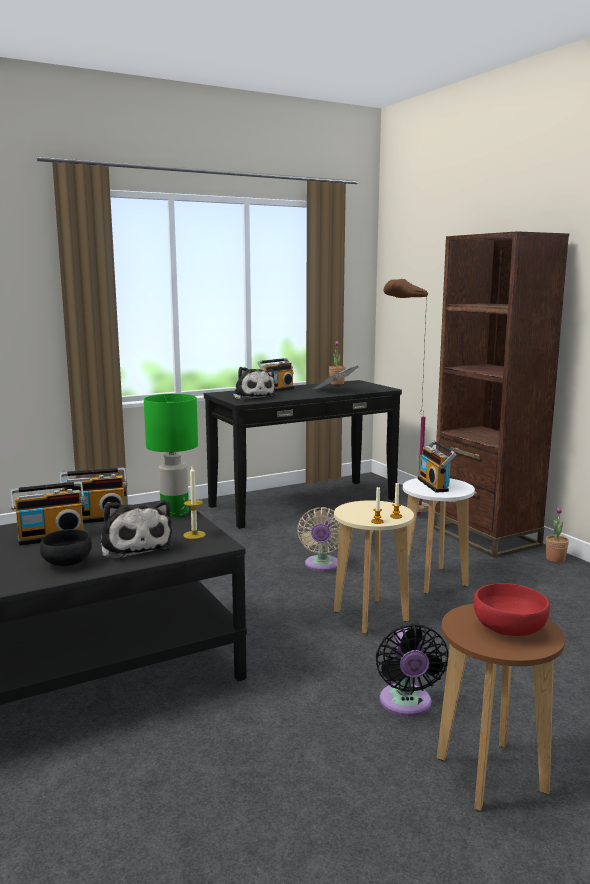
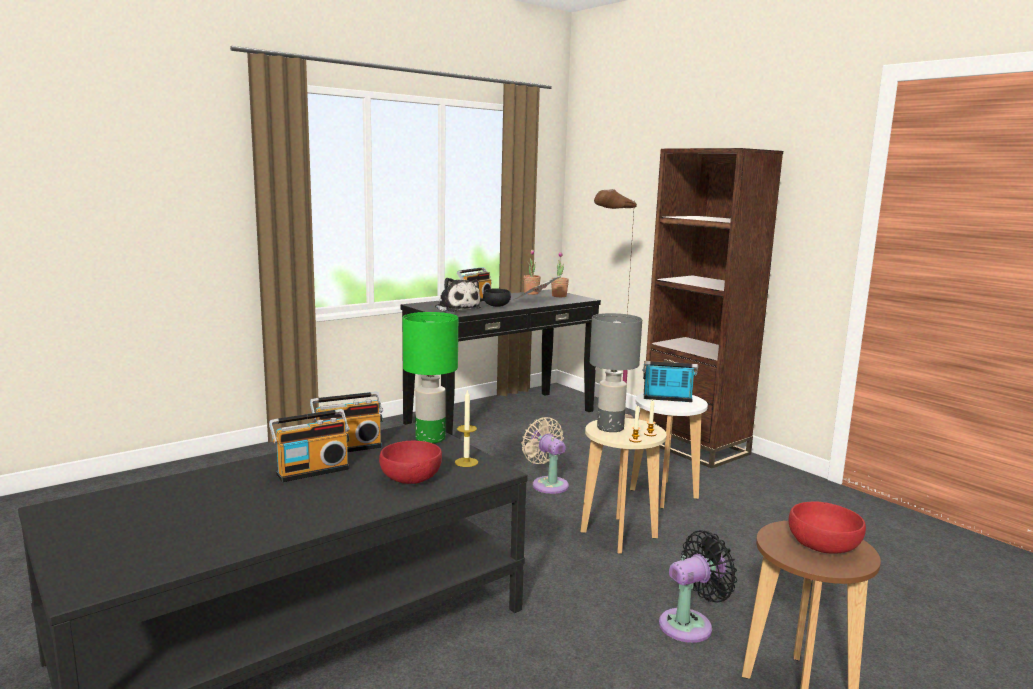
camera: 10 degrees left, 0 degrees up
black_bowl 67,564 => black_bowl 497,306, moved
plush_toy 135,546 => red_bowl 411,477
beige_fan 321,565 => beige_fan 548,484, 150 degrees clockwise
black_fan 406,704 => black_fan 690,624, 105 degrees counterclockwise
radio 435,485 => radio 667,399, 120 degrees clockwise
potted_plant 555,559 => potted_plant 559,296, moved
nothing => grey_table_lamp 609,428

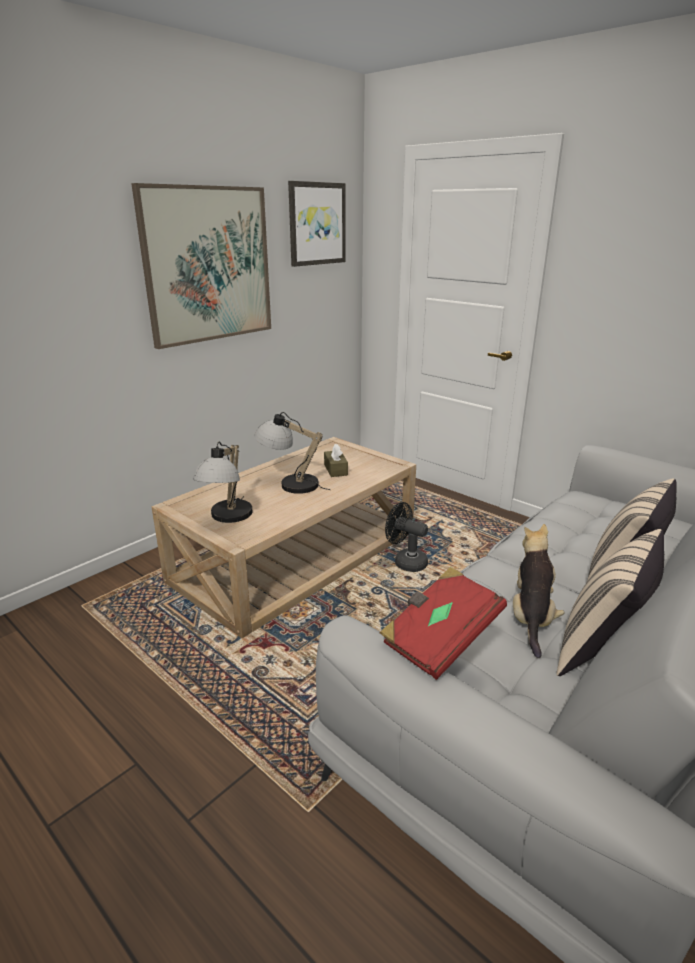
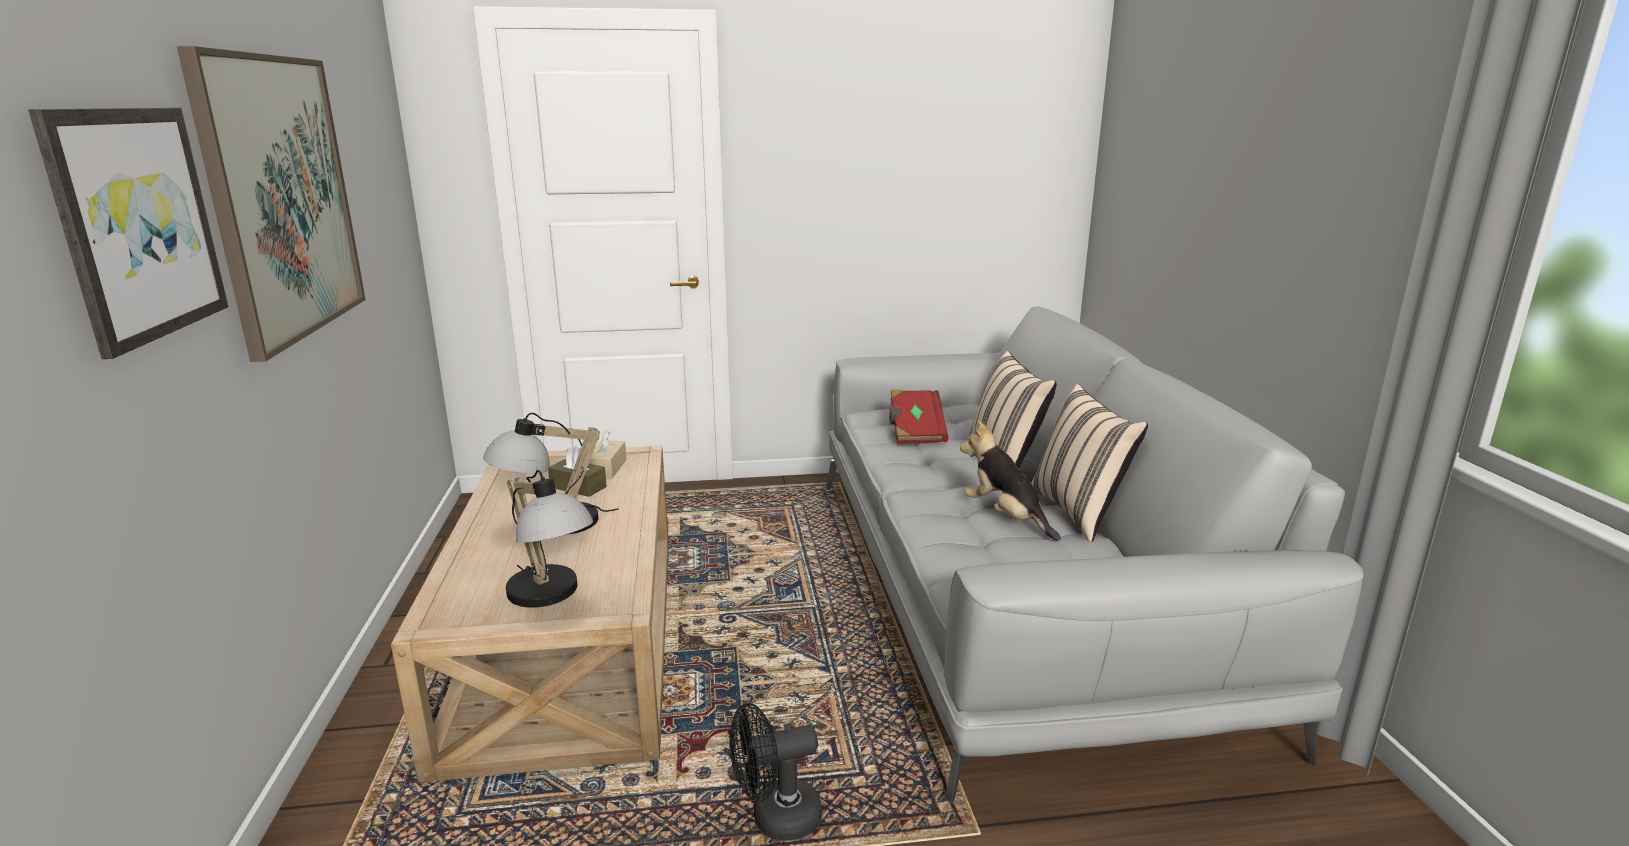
camera: 50 degrees left, 5 degrees down
picture 316,224 => picture 136,224, moved
red_book 440,638 => red_book 915,431, moved
black_fan 405,562 => black_fan 775,819, moved
nothing => beige_tissue_box 607,468

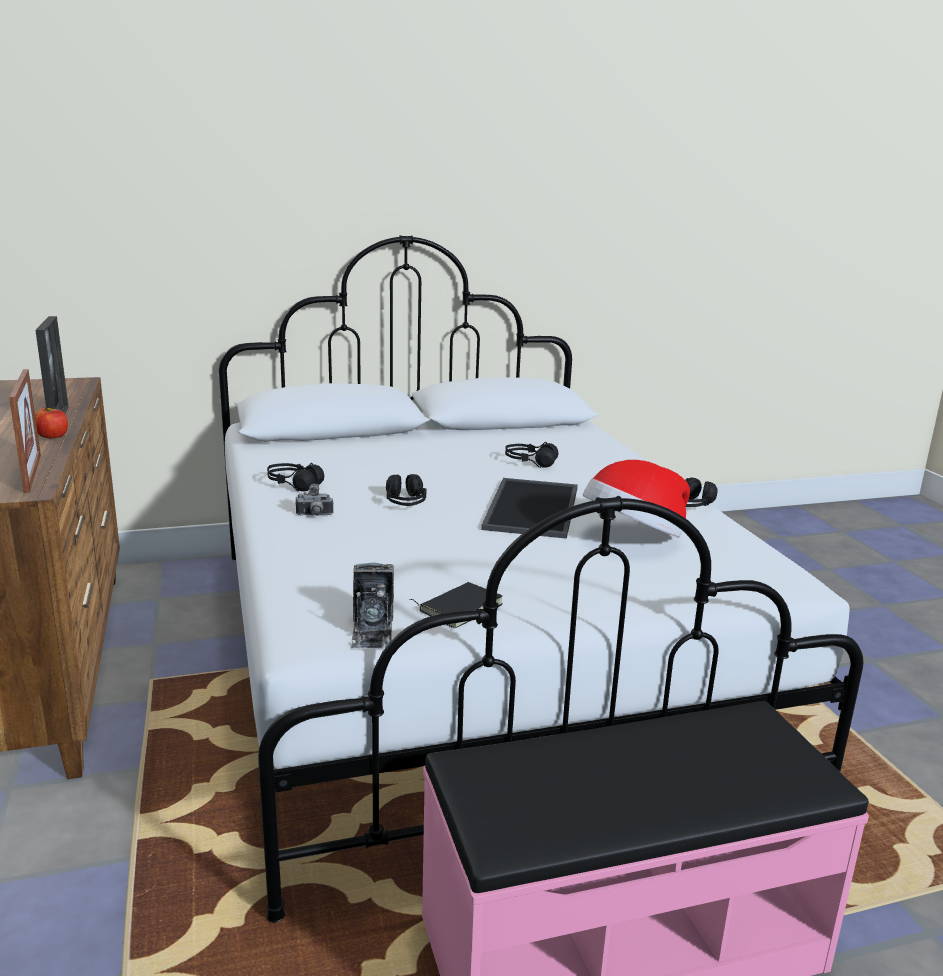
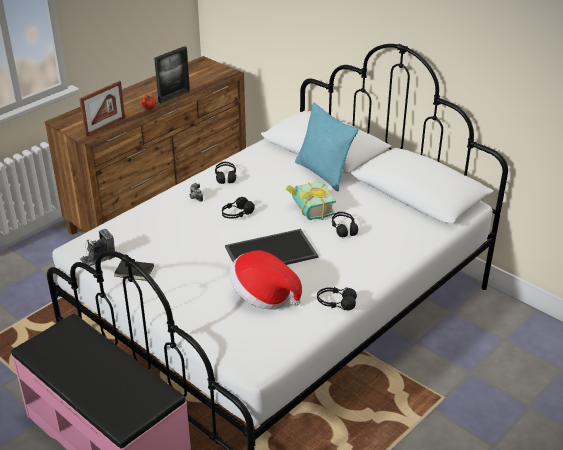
camera: 60 degrees right, 15 degrees up
nothing => book 308,210
nothing => turquoise_pillow 323,174

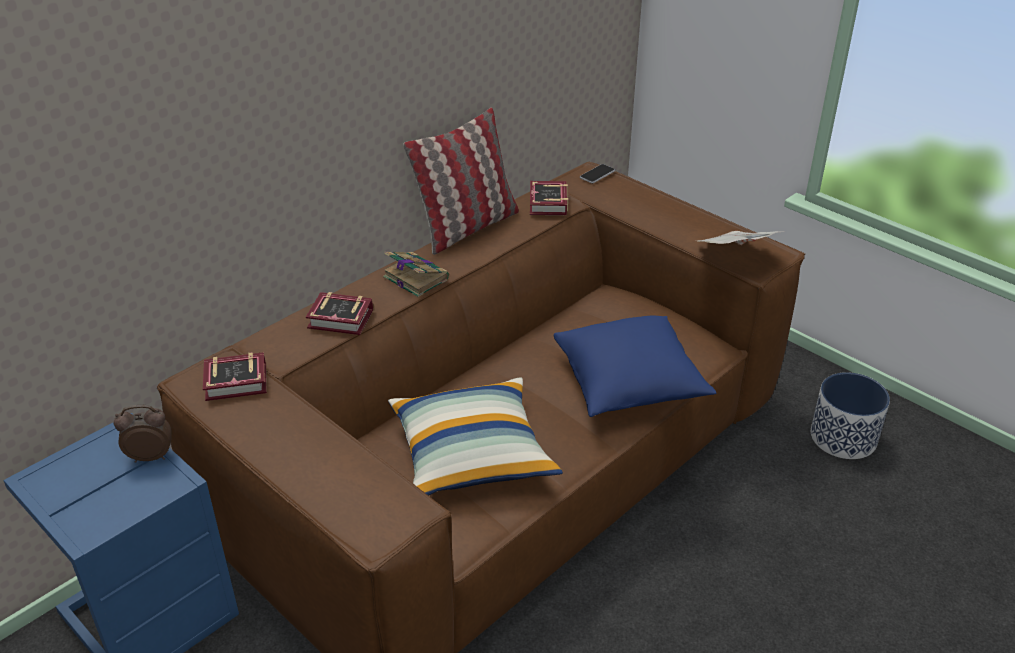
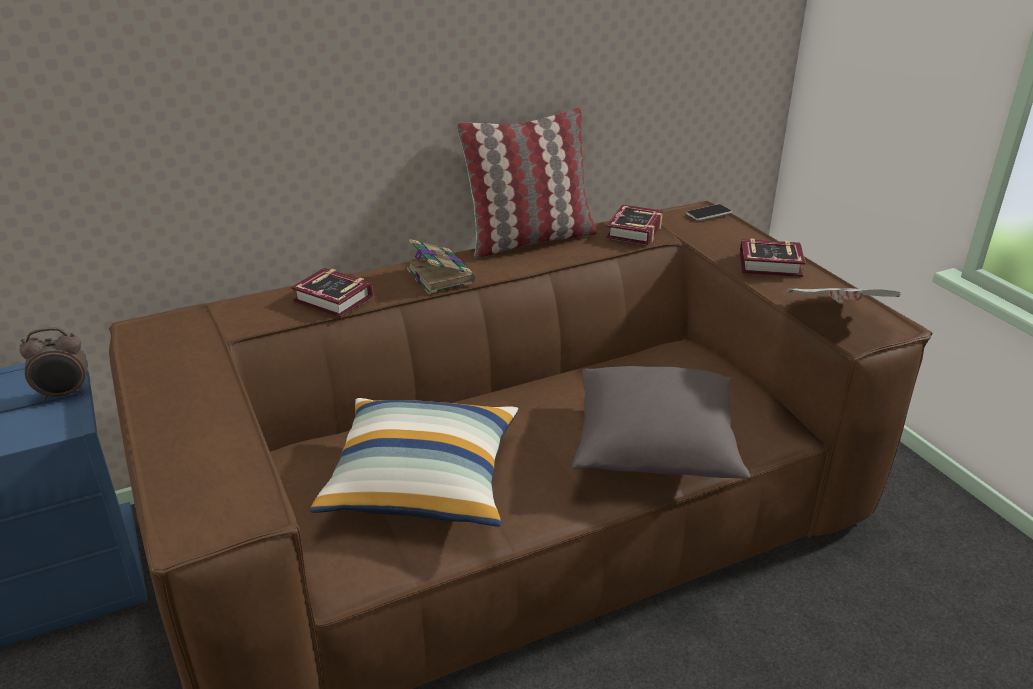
camera: 20 degrees right, 5 degrees down
alarm_clock 150,456 => alarm_clock 65,394, 150 degrees clockwise
book 239,383 => book 773,265, moved
blue_pillow 629,385 => grey_pillow 655,448
planter 843,437 => nothing

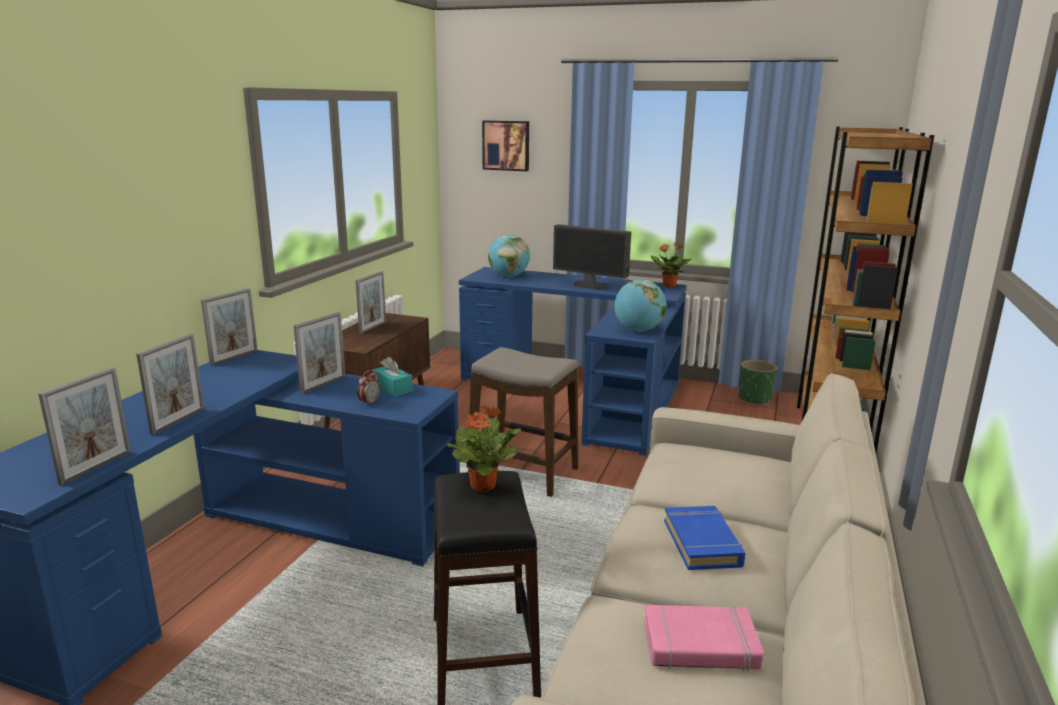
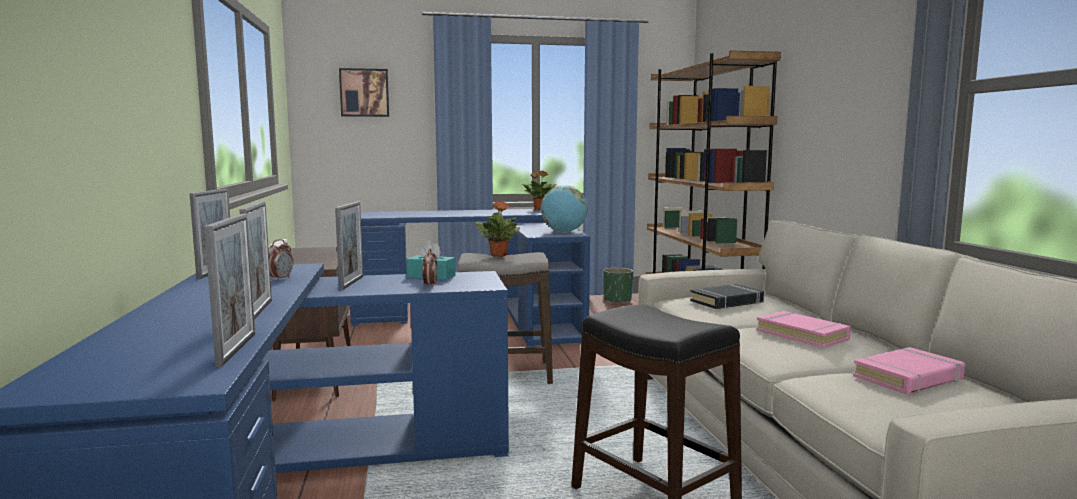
camera: 30 degrees left, 10 degrees down
picture_frame 373,328 => nothing
potted_plant 484,485 => potted_plant 499,255, moved
globe 508,276 => nothing
monitor 590,287 => nothing
blue_book 702,543 => pink_book 802,335
nothing => alarm_clock 280,279
nothing => black_book 727,302

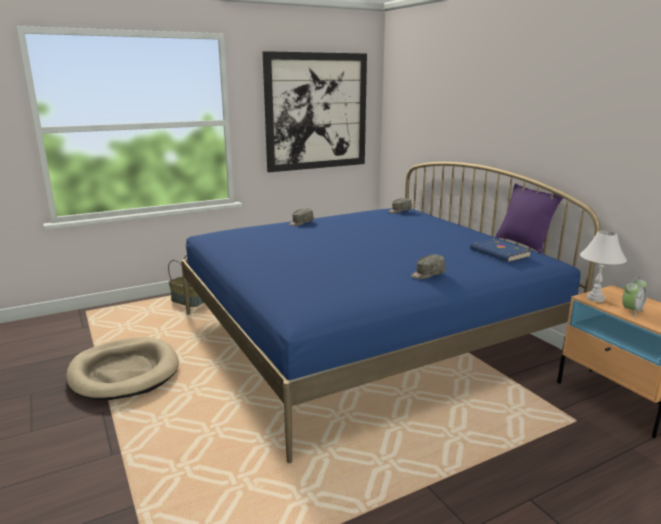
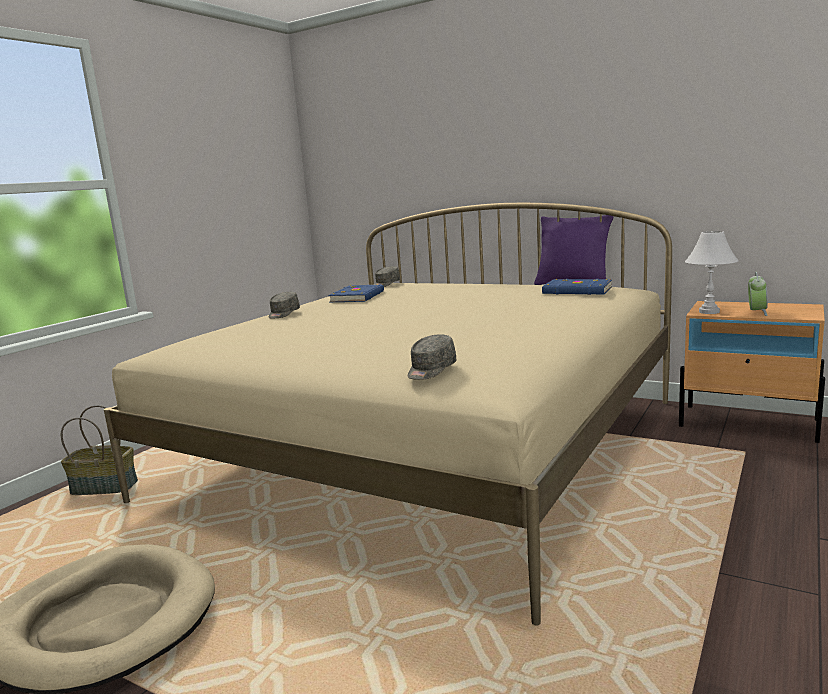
camera: 30 degrees left, 5 degrees down
blue_bed 365,335 => beige_bed 426,447
picture 316,112 => nothing
grey_cap 427,274 => grey_cap 430,370, moved
nothing => blue_book 358,297

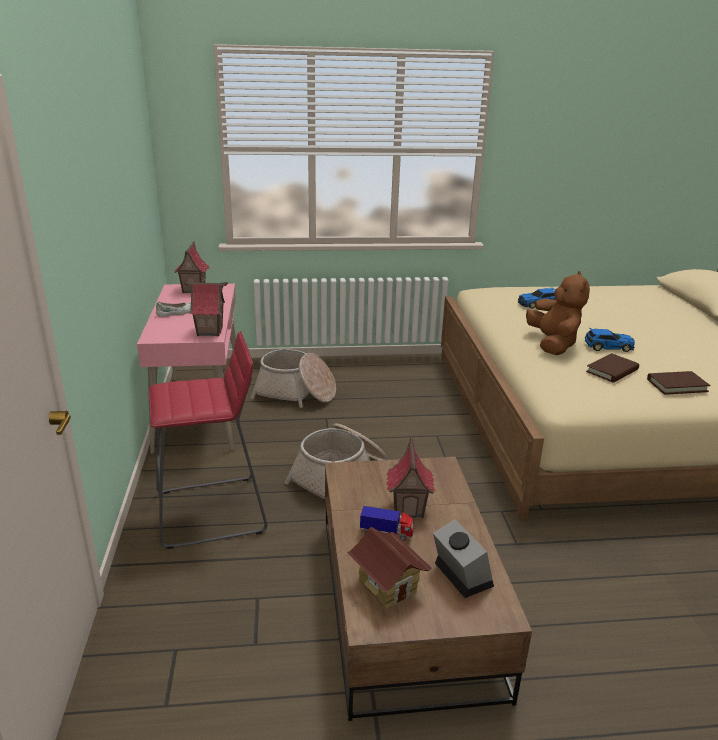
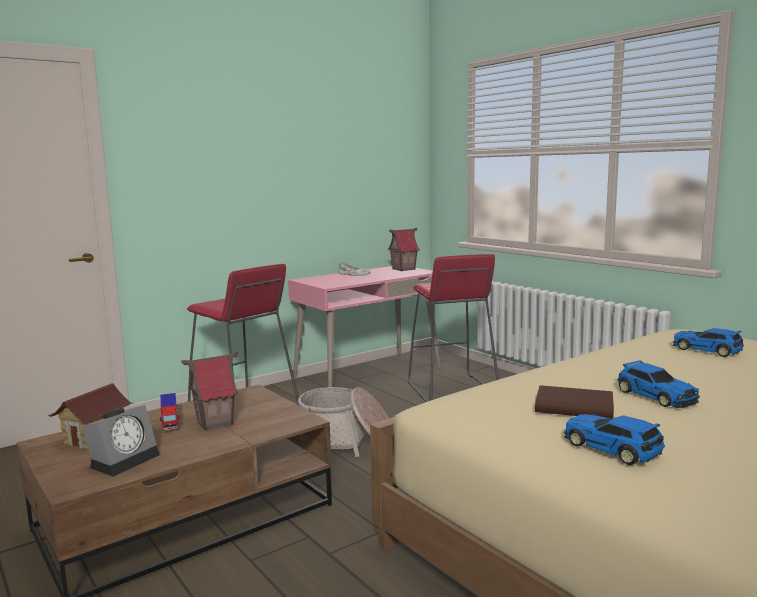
camera: 60 degrees right, 15 degrees down
toy_house 209,331 => nothing
basket 295,393 => red_stool 451,390
brown_plush_toy 553,344 => nothing
brown_book 677,385 => toy_car 613,449

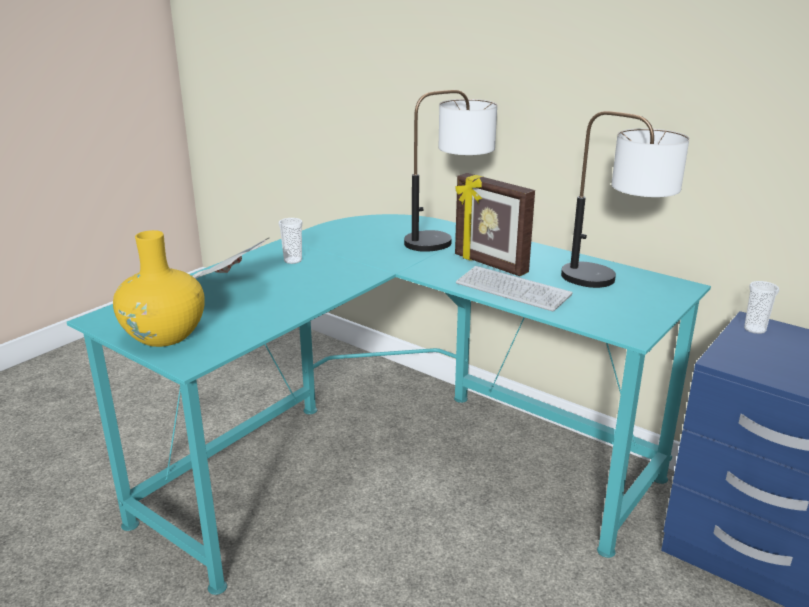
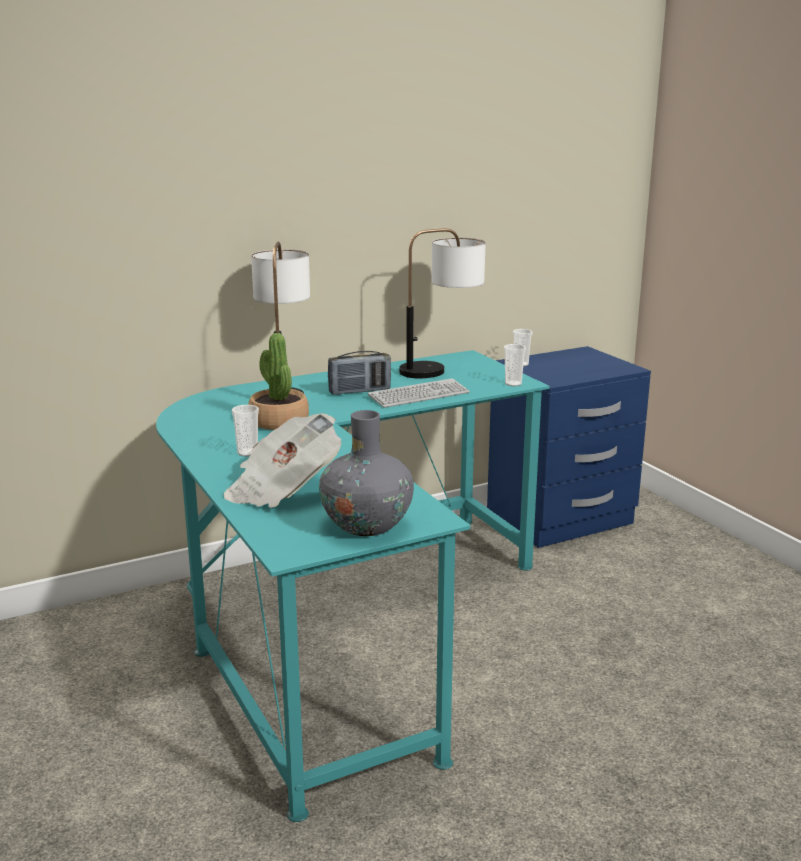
camera: 65 degrees left, 5 degrees down
yellow_vase 164,335 => grey_vase 367,525
picture_frame 489,264 => radio 359,391
nothing => potted_plant 278,421
nothing => cup 513,384

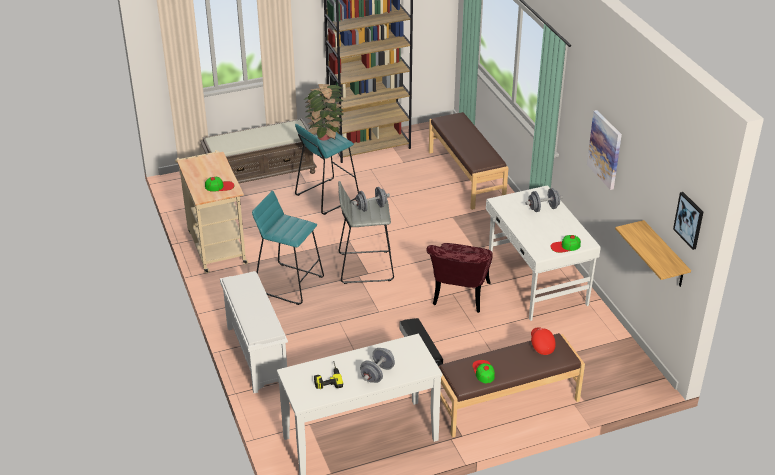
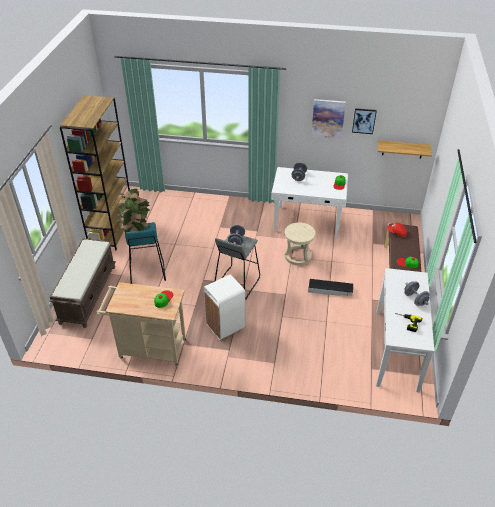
camera: 60 degrees left, 5 degrees up
white_shoe_rack 256,354 => nothing
turquoise_stool 289,283 => white_trash_can 225,325
red_chair 459,298 => beige_stool 298,256
brown_bench 466,176 => nothing
picture 689,220 => picture 364,120, moved

